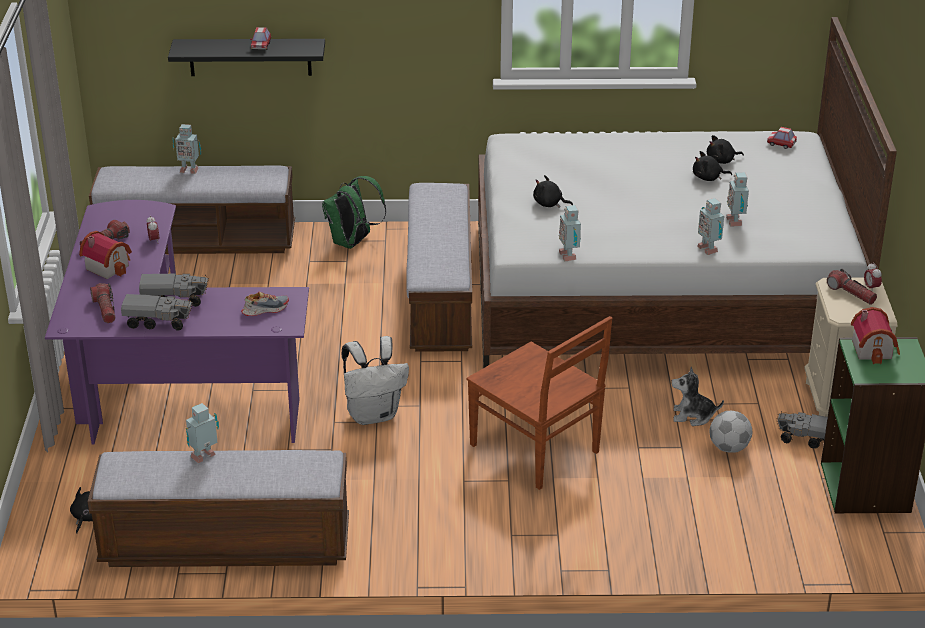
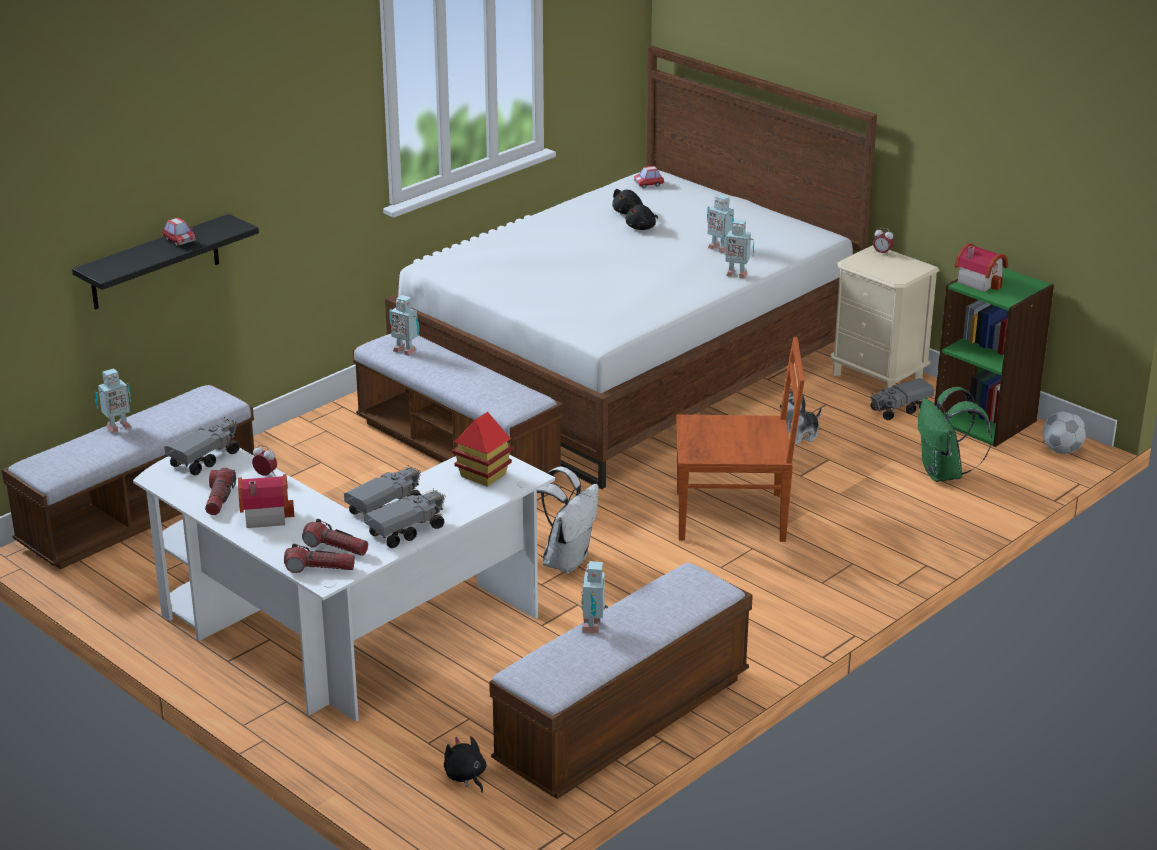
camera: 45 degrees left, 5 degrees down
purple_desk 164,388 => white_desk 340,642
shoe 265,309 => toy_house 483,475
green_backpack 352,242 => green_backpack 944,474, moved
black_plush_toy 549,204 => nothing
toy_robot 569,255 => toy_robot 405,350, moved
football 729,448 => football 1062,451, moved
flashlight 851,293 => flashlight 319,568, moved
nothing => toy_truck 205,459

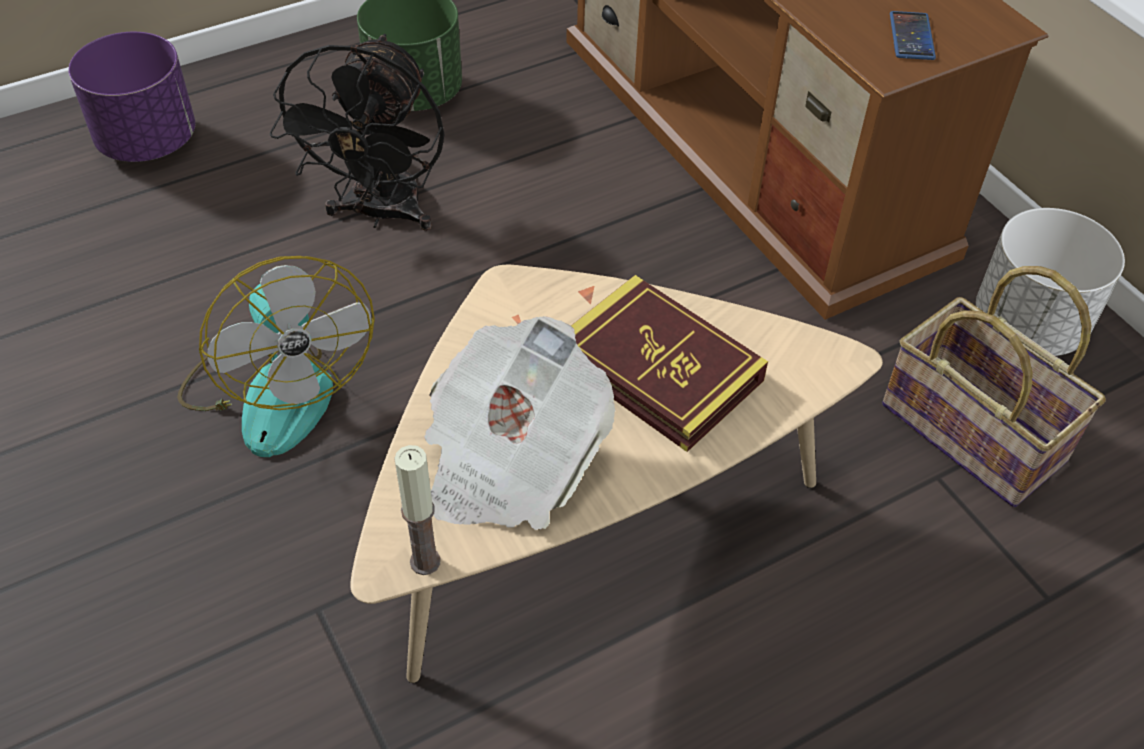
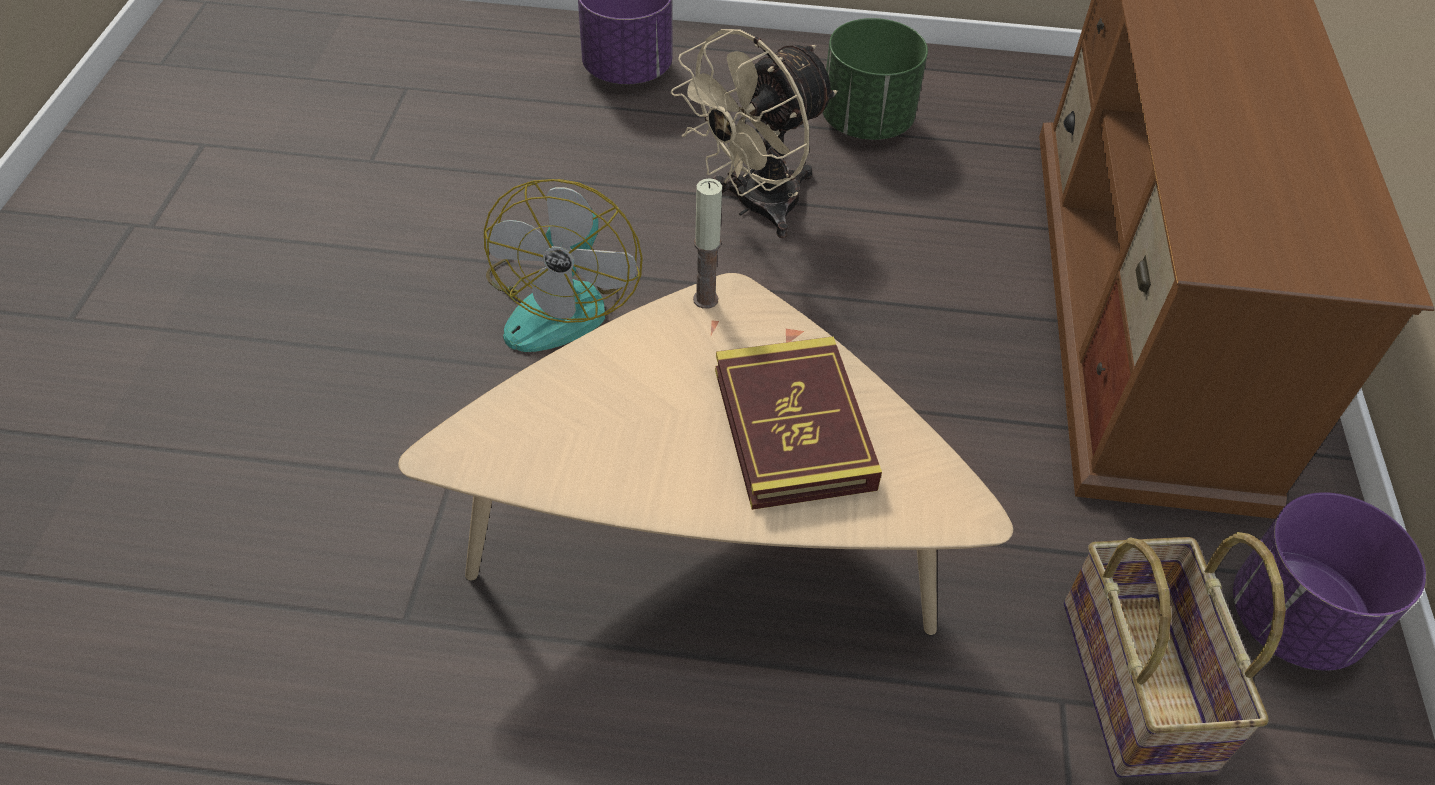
camera: 35 degrees right, 0 degrees up
black_fan 381,214 => beige_fan 754,207
candle 425,561 => candle 705,299, moved
newspaper 510,459 => nothing
phone 911,36 => nothing
white_planter 1028,326 => purple_planter 1293,620

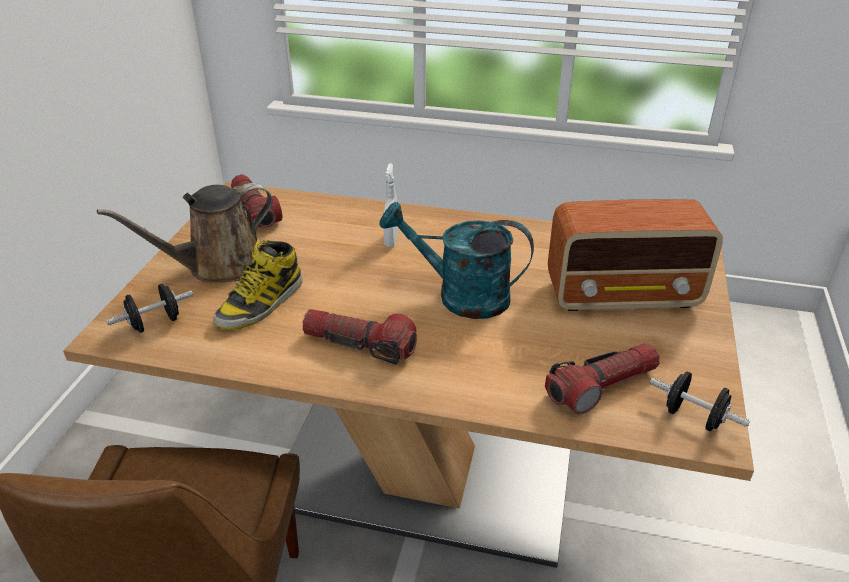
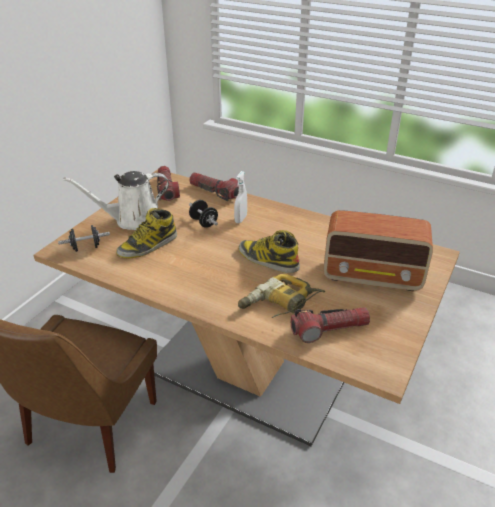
camera: 15 degrees right, 0 degrees up
brown_watering_can 218,266 => white_watering_can 133,220
flashlight 360,345 => flashlight 214,192, moved
turquoise_watering_can 460,296 => boot 267,260
black_dumbbell 693,417 => black_dumbbell 203,222, moved
nothing => power_drill 280,304

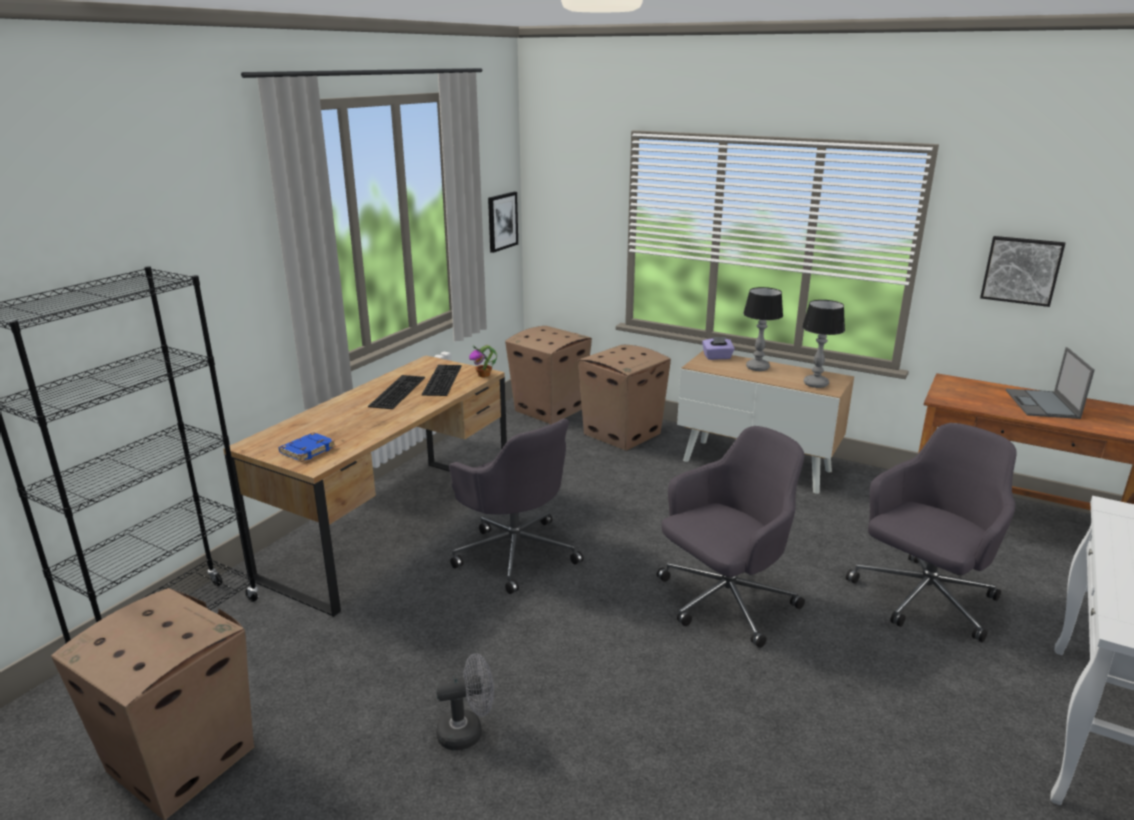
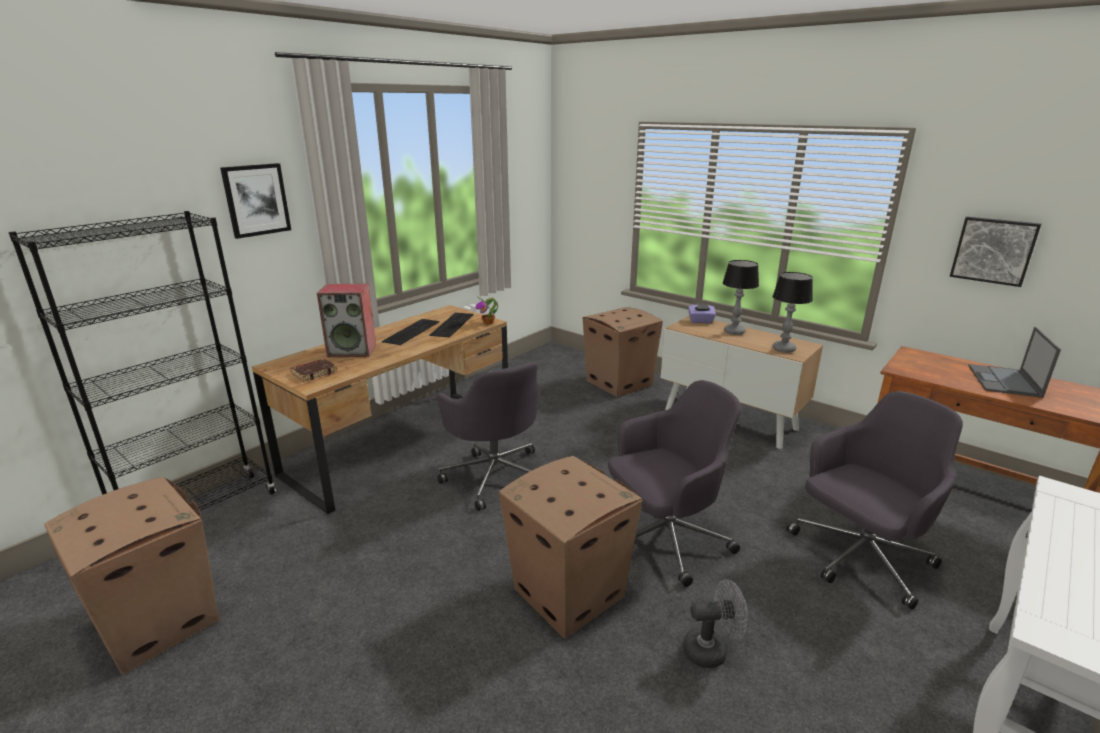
camera: 10 degrees right, 0 degrees up
blue_book 307,450 => brown_book 314,372
grey_fan 467,731 => grey_fan 711,650, moved
picture 502,221 => picture 256,200, moved
cardboard_box 548,409 => cardboard_box 568,591, moved
nothing => speaker 353,350

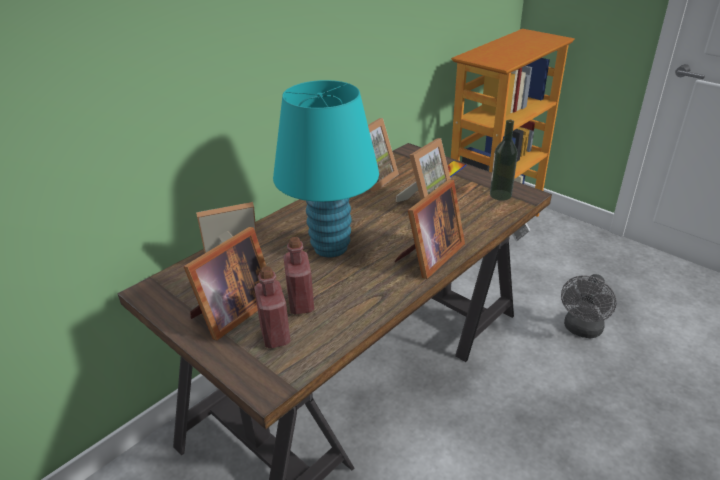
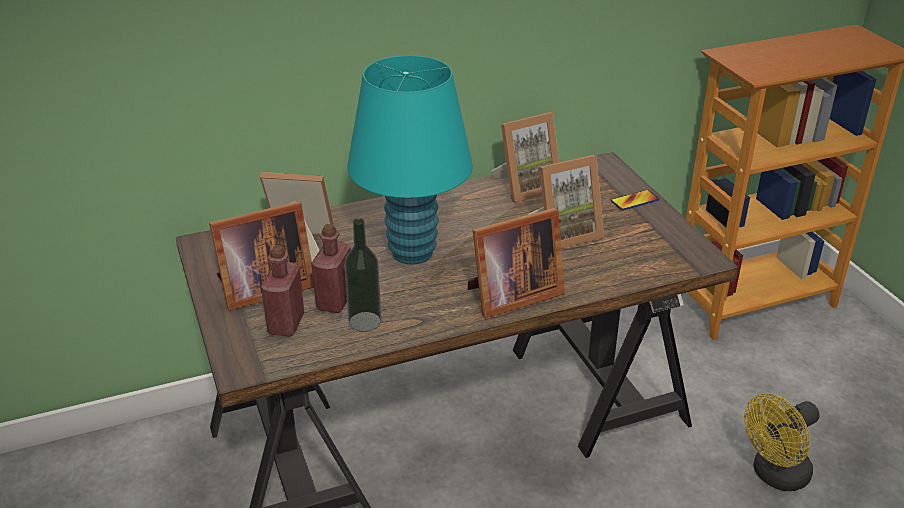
camera: 25 degrees right, 0 degrees up
bottle 500,195 => bottle 365,321, moved
grey_fan 581,330 => yellow_fan 774,475

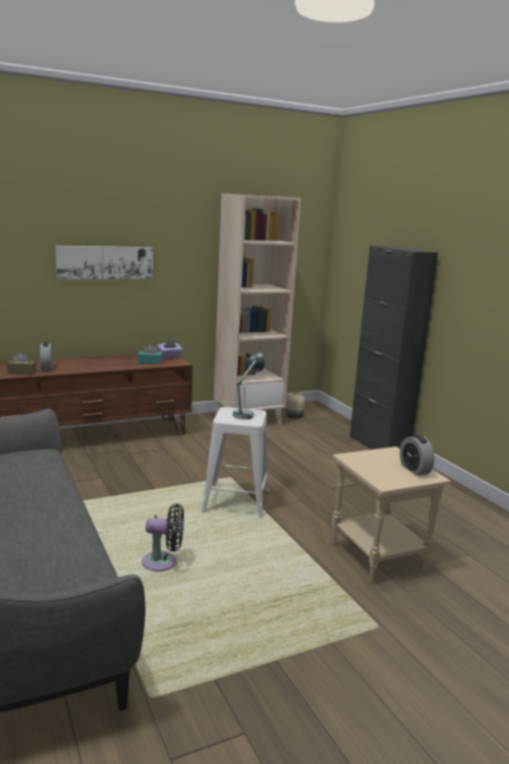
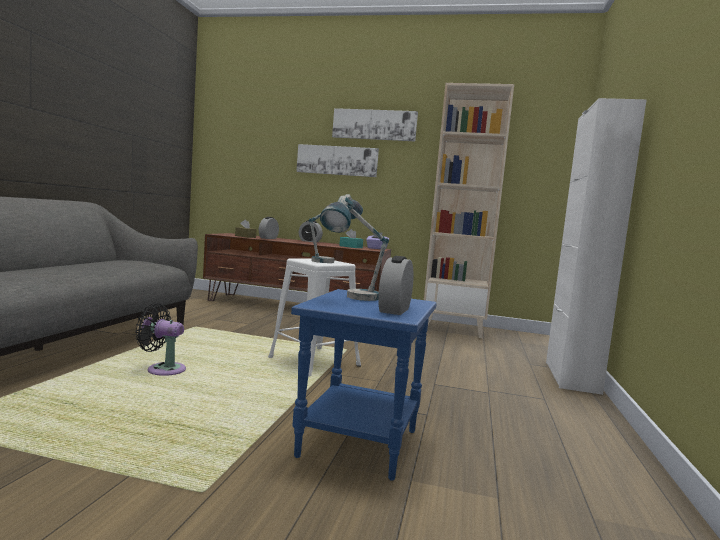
camera: 40 degrees right, 10 degrees down
black_fan 163,562 => black_fan 162,369, 150 degrees clockwise
beige_vase 295,416 => nothing
beige_side_table 379,557 => blue_side_table 360,444
black_cabinet 378,446 => white_cabinet 571,377
nothing => alarm_clock 309,241
nothing => table_lamp 351,298
nothing => picture 374,125

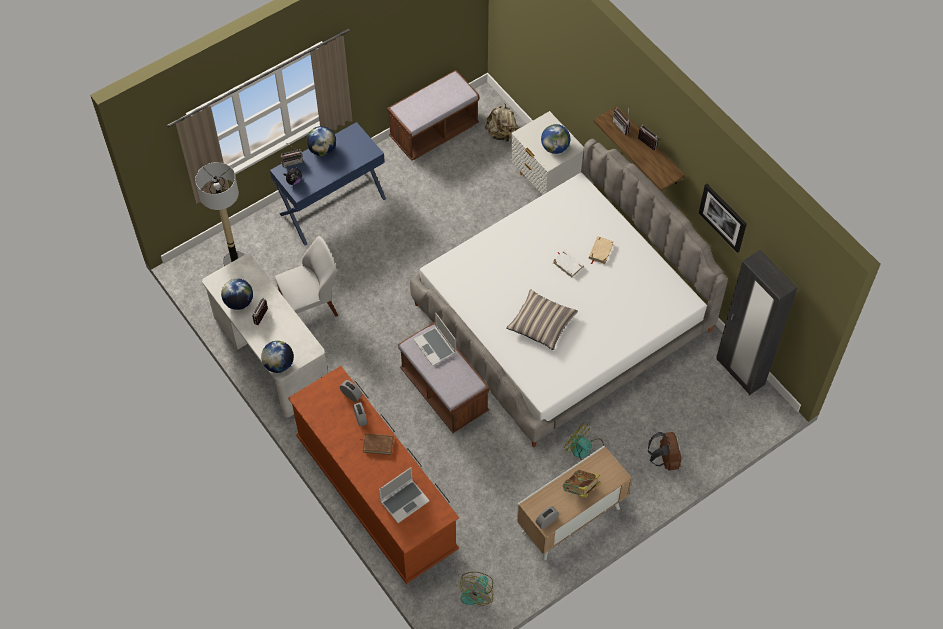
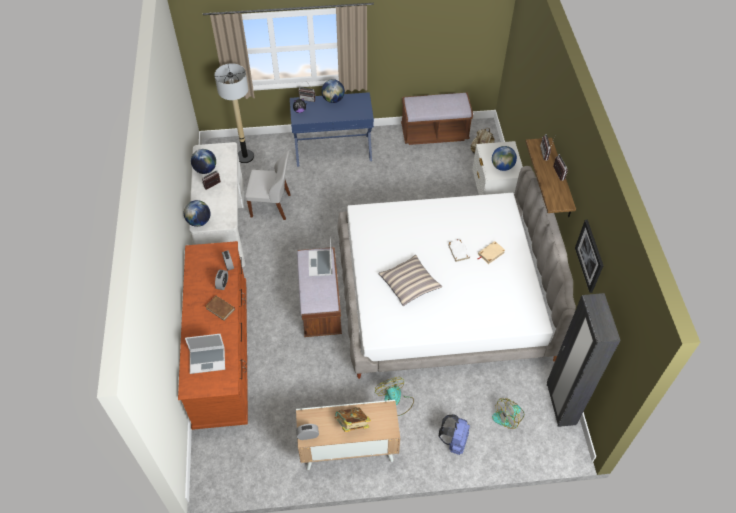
camera: 30 degrees right, 5 degrees down
fan 477,590 => fan 508,416, moved
brown_backpack 664,459 => blue_backpack 454,441

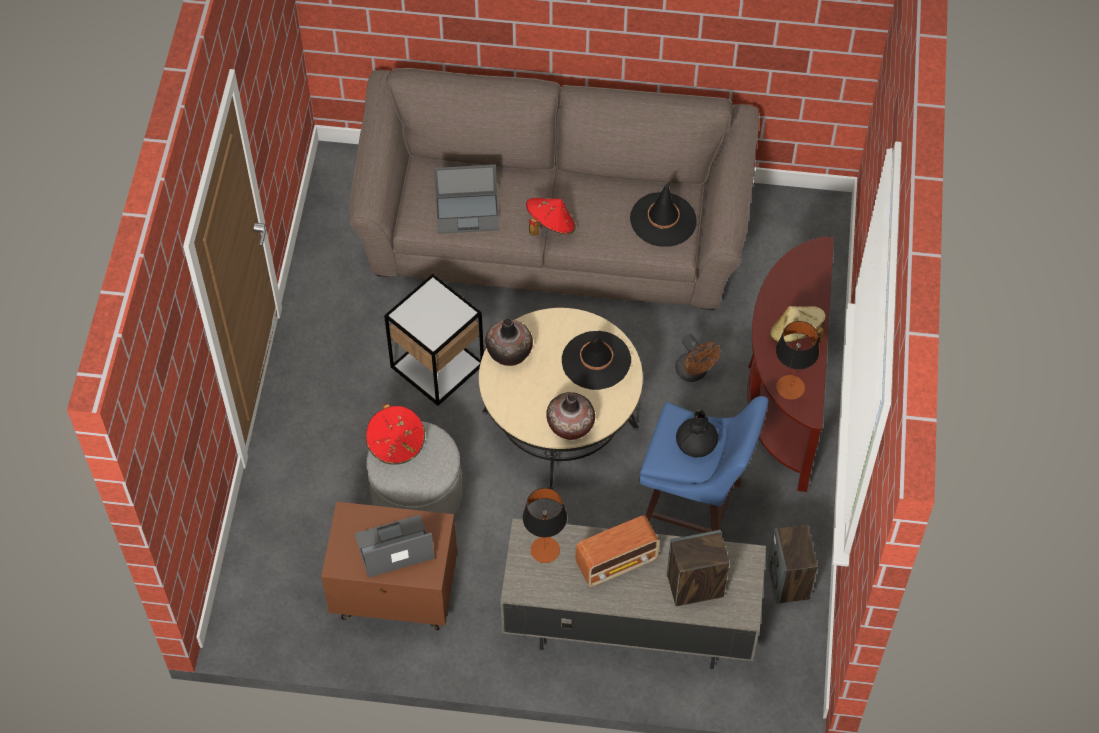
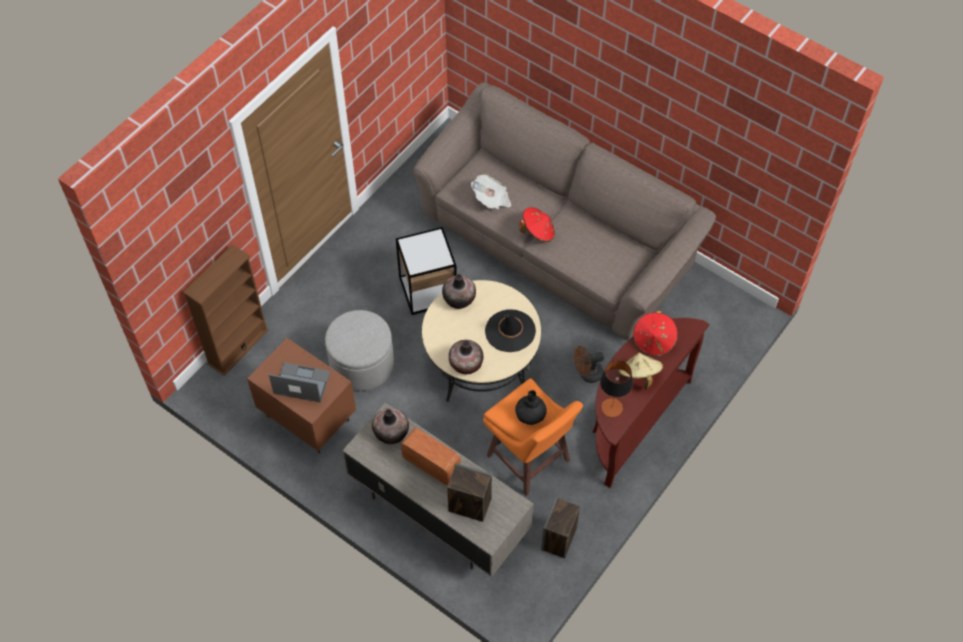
camera: 30 degrees right, 0 degrees up
red_hat 396,444 => red_hat 654,341, moved
laptop 468,213 => newspaper 492,199
table_lamp 544,550 => vase 391,432
radio 617,562 => radio 431,464, 150 degrees counterclockwise
black_hat 663,220 => nothing
blue_stool 694,507 => orange_stool 529,460
brown_fan 694,373 => brown_fan 587,374, 75 degrees clockwise
nothing => brown_bookcase 238,346

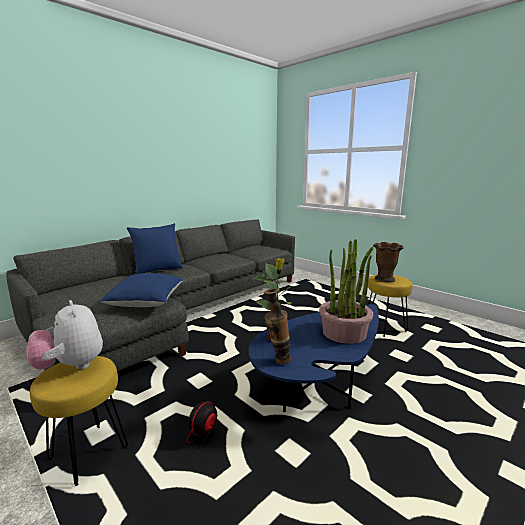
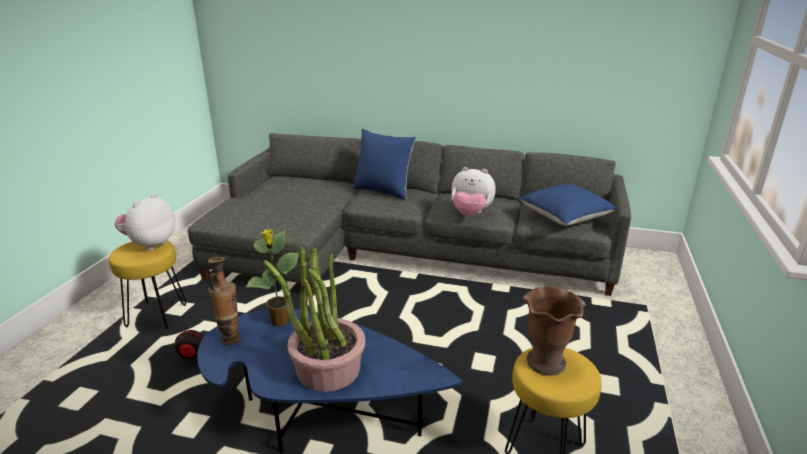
camera: 60 degrees right, 10 degrees up
blue_pillow 146,302 => blue_pillow 565,217, moved
nothing => plush_toy 470,214

